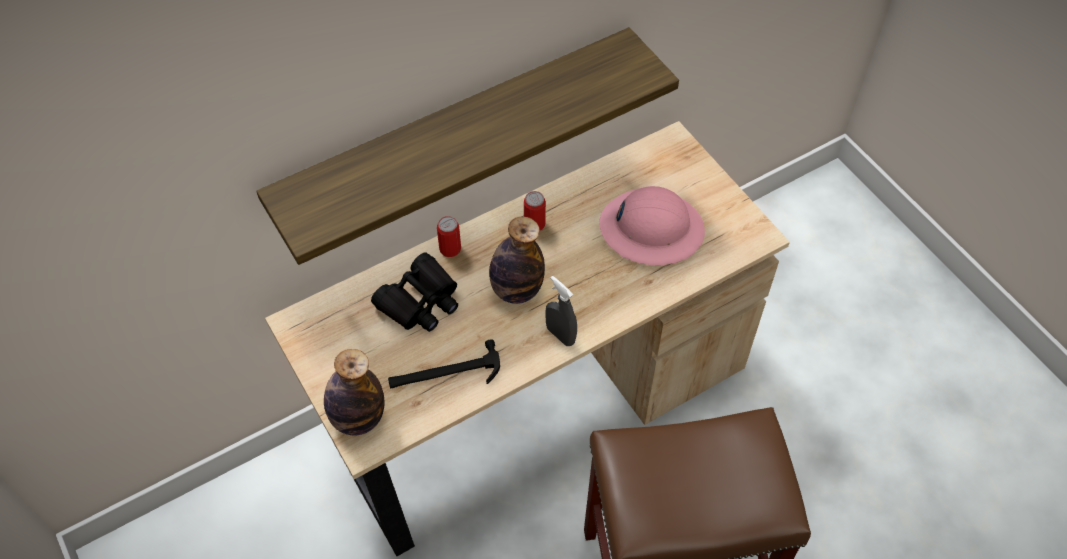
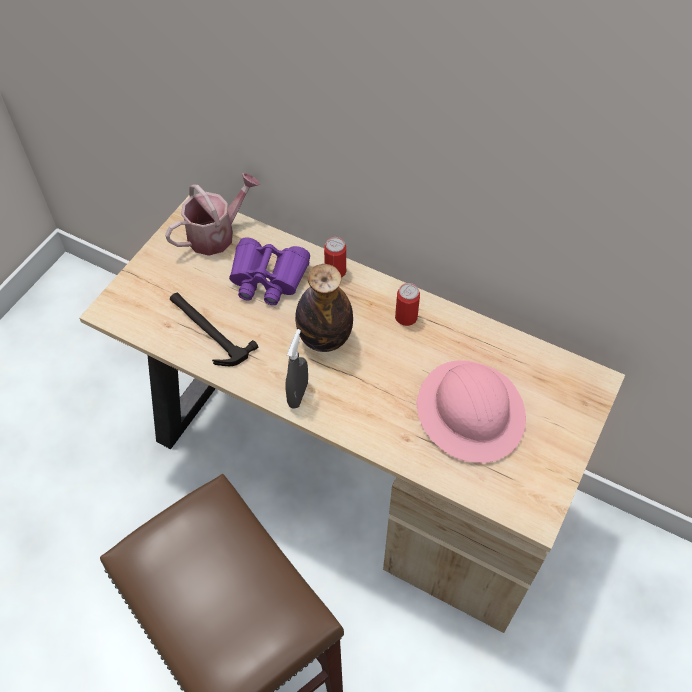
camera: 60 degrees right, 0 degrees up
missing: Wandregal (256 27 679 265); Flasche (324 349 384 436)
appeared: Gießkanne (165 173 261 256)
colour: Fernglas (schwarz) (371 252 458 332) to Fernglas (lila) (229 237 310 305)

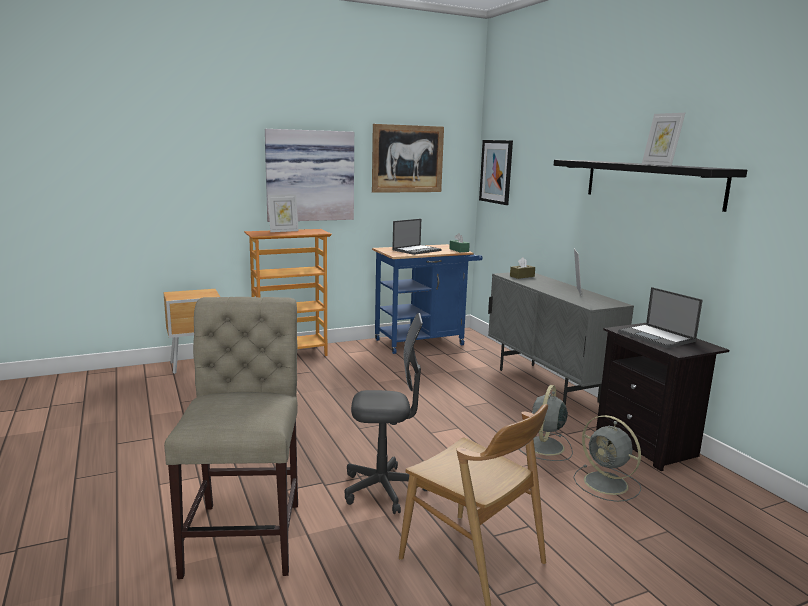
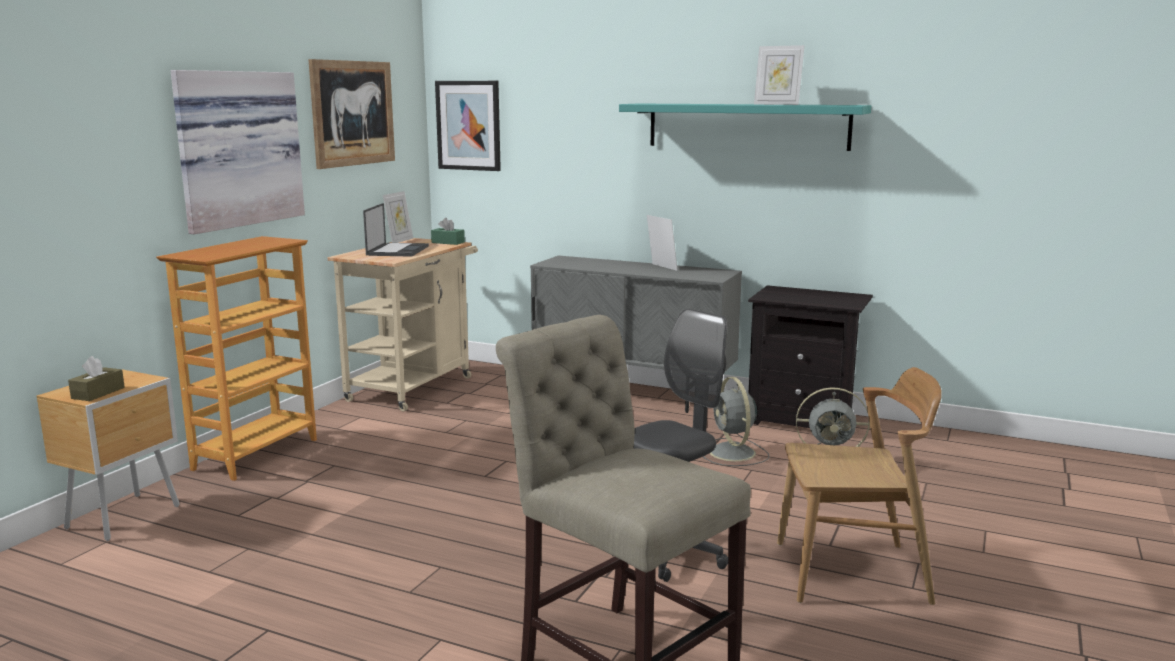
camera: 40 degrees left, 0 degrees up
missing: Laptop (618 287 702 348)
relocated: Bilderrahmen (268 195 299 232) to (383 191 413 243); Taschentuchbox (braun) (510 257 535 279) to (68 356 125 401)
colour: Wandregal (schwarz) (554 160 747 212) to Wandregal (türkis) (619 103 871 151); Rollwagen (blau) (372 244 483 354) to Rollwagen (beige) (327 238 478 411)

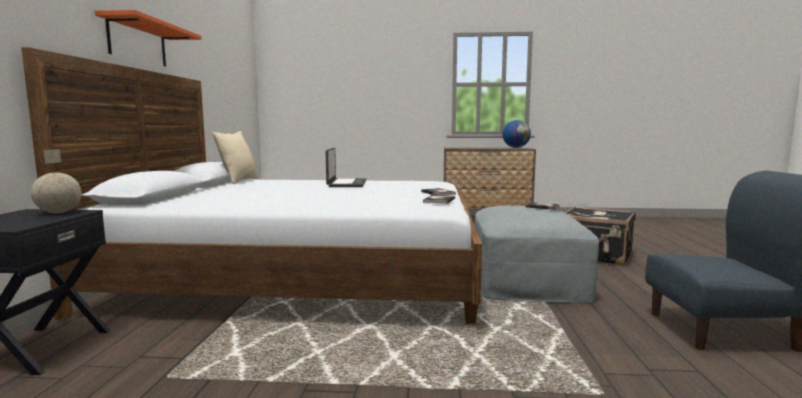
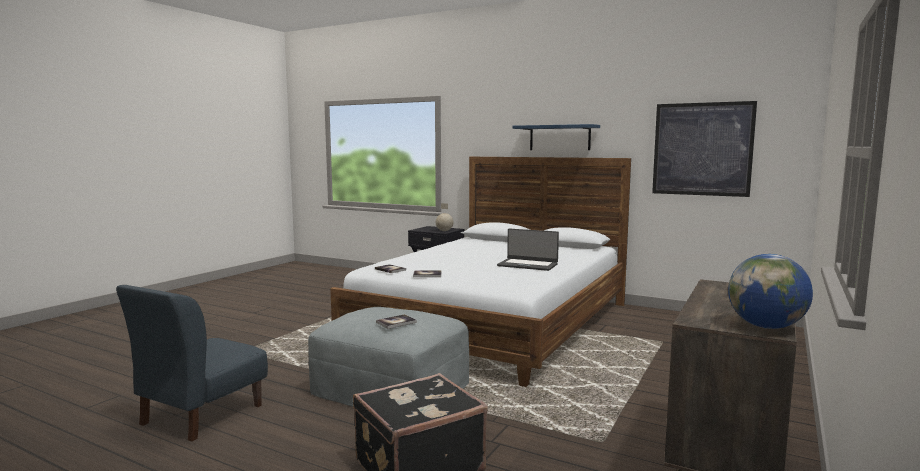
camera: 115 degrees right, 0 degrees up
missing: Kissen (beige) (212 131 259 184)
appeared: Bild (652 101 757 197)
colour: Wandregal (orange) (95 10 202 66) to Wandregal (blau) (512 124 600 150)

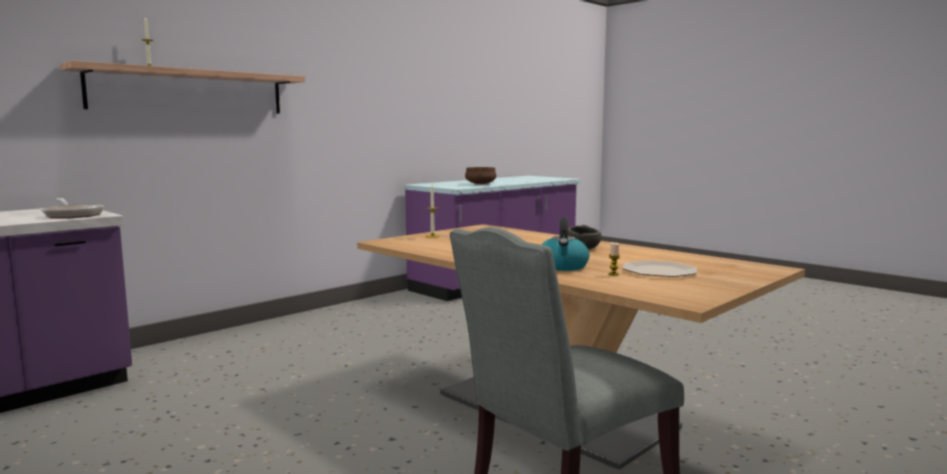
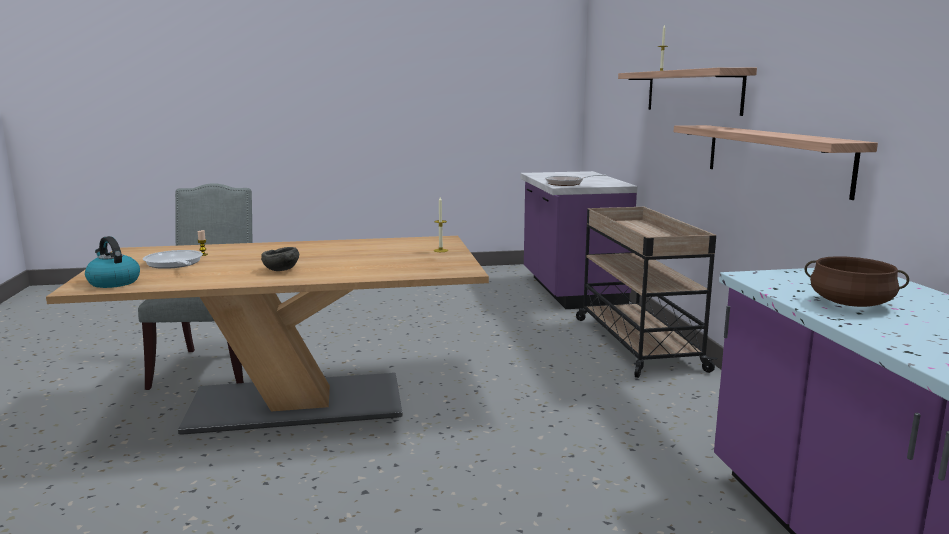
camera: 125 degrees right, 5 degrees up
appeared: Wandregal (674 125 878 200); Rollwagen (beige) (576 207 718 378)
relocated: Wasserkessel (542 218 590 271) to (85 236 140 288)
exchanged: Teller (622 260 697 277) to Pfanne (143 250 203 269)

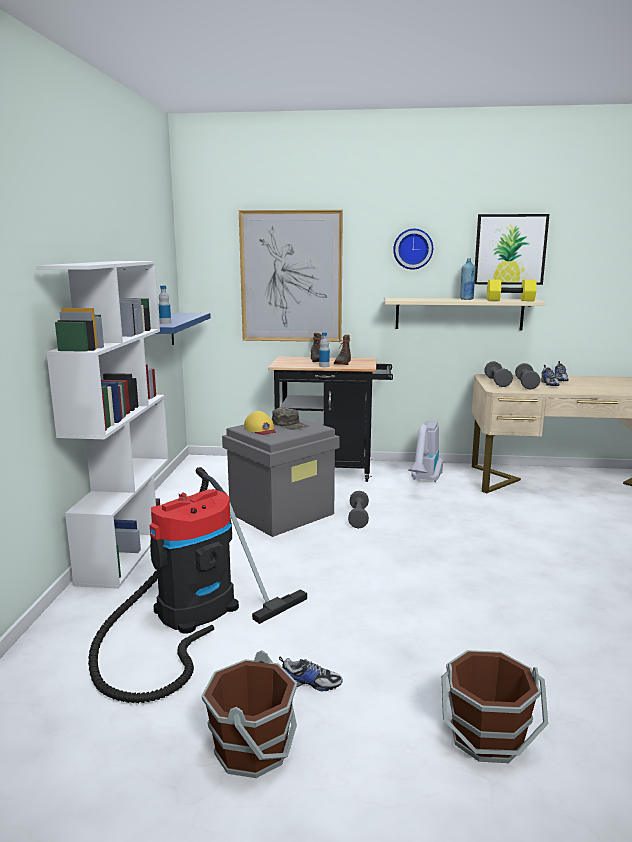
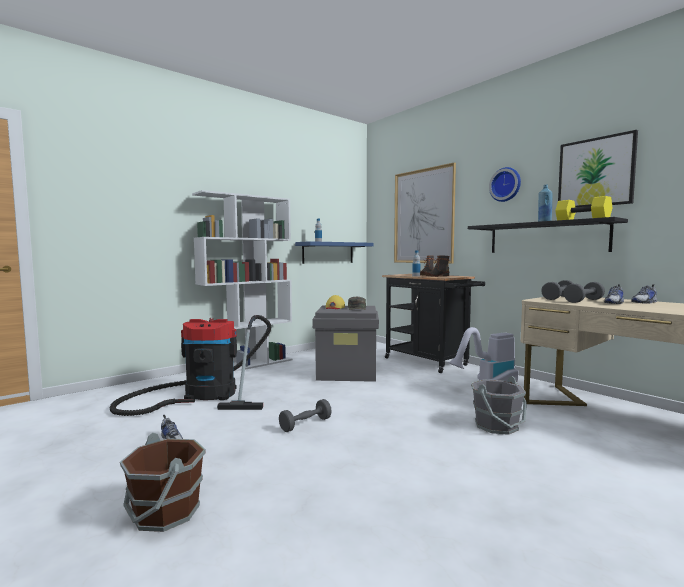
camera: 45 degrees right, 10 degrees down
missing: Eimer (braun) (201 650 297 778)
appeared: Eimer (grau) (471 376 527 435)
relocated: Hantel (grau) (348 491 369 528) to (279 399 332 432)
colour: Wandregal (beige) (385 298 546 330) to Wandregal (schwarz) (468 217 628 253)

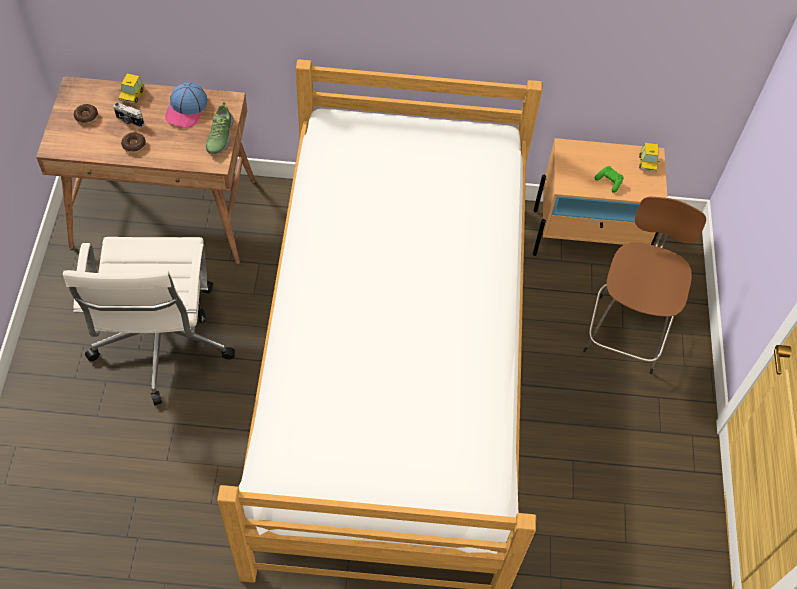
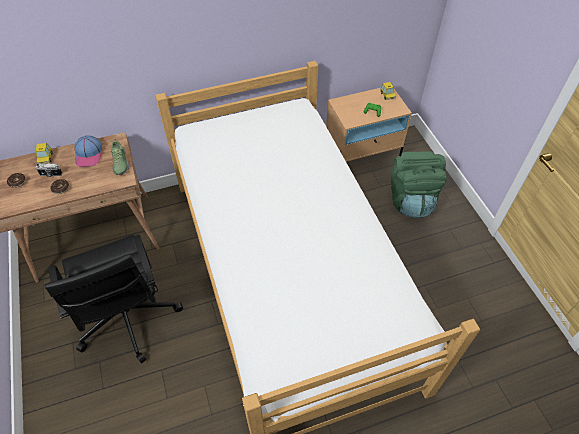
camera: 20 degrees left, 5 degrees down
exchanged: Hocker (braun) (583 197 706 374) to Rucksack (grün) (391 151 447 218)
colour: Bürostuhl (weiß) (63 237 235 405) to Bürostuhl (schwarz) (45 235 183 364)

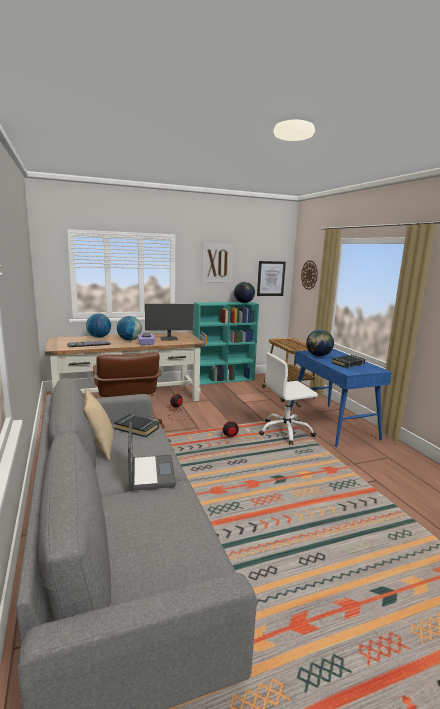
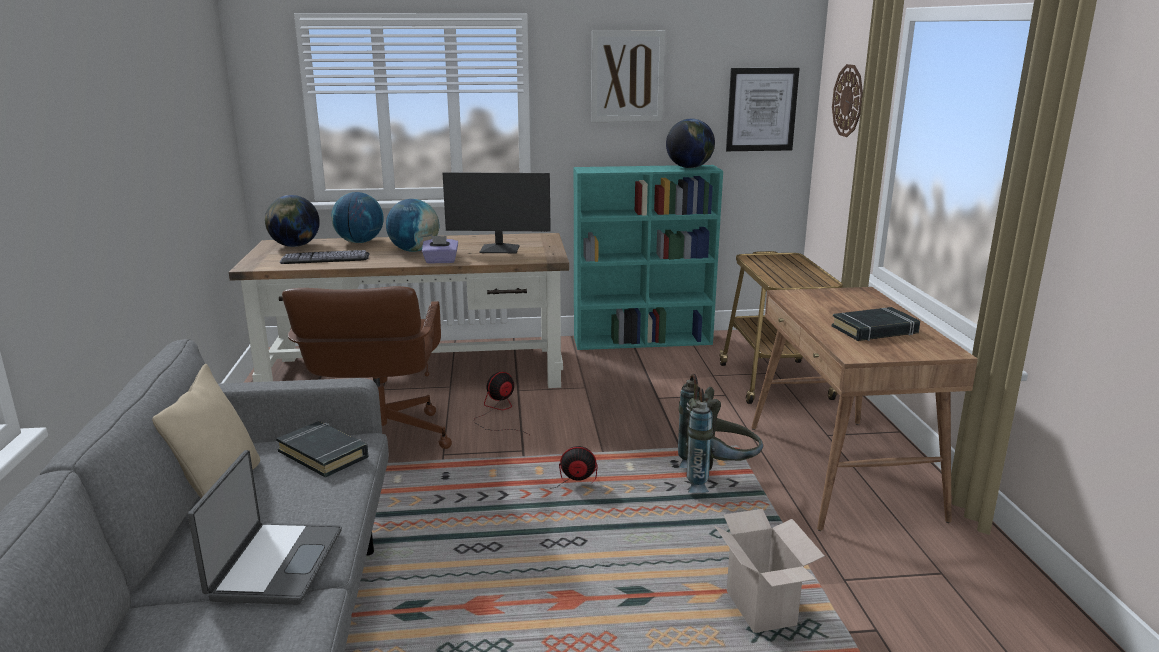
camera: 15 degrees right, 5 degrees up
appeared: Karton (715 509 825 633)
relocated: Globus (306 330 334 357) to (265 195 320 247)
exchanged: Bürostuhl (weiß) (259 352 318 445) to Rucksack (grau) (678 374 763 493)
colour: Schreibtisch (blau) (290 349 392 447) to Schreibtisch (braun) (751 287 978 531)

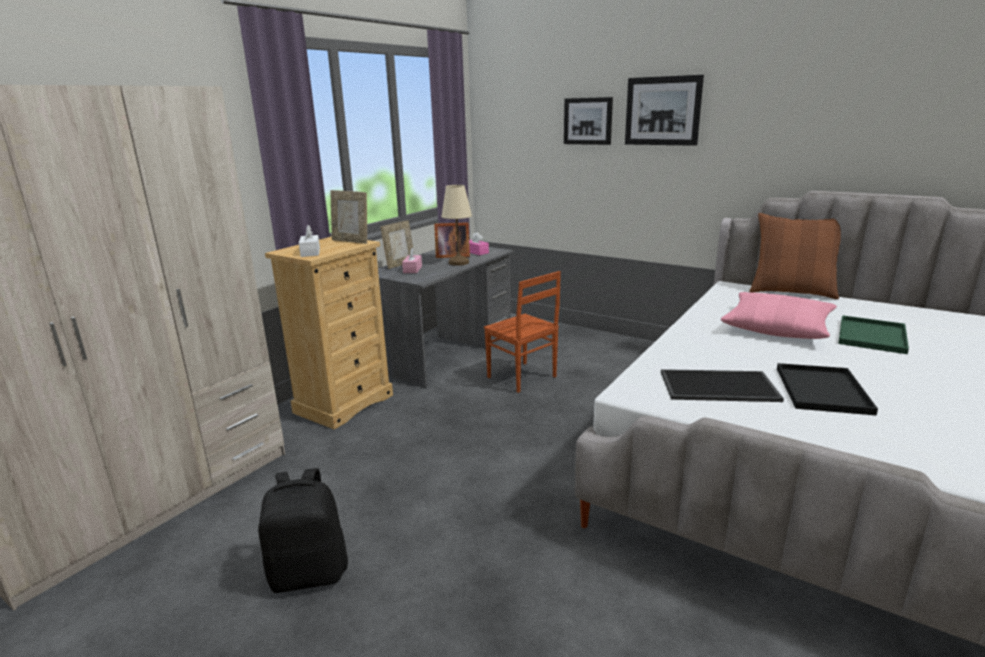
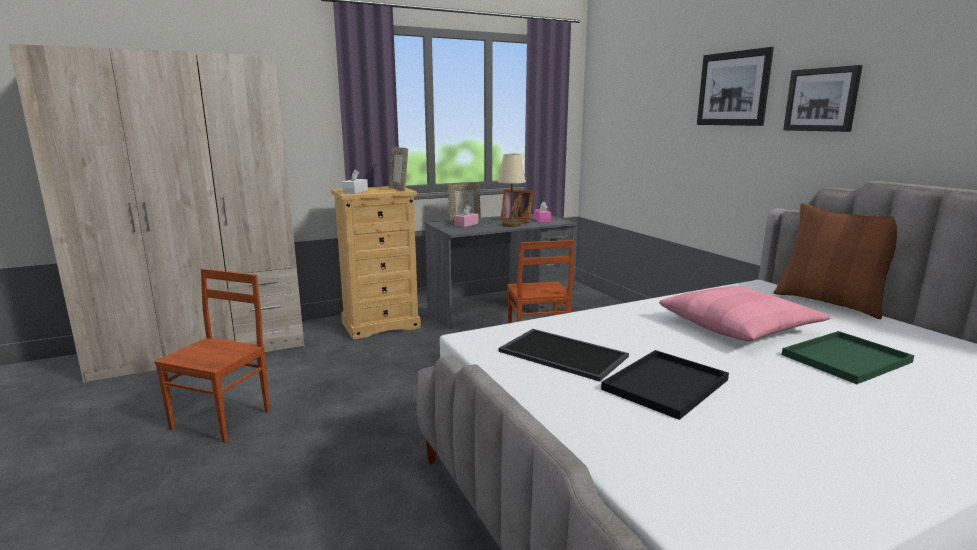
camera: 30 degrees right, 5 degrees down
relocated: Bild (564 97 613 145) to (783 65 863 132)
exchanged: Rucksack (schwarz) (258 468 348 593) to Stuhl (braun) (154 269 270 442)

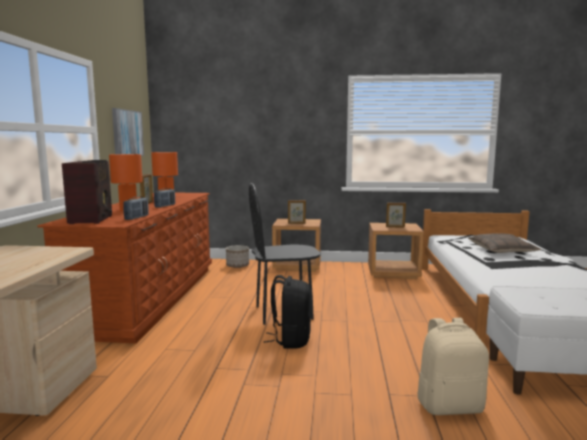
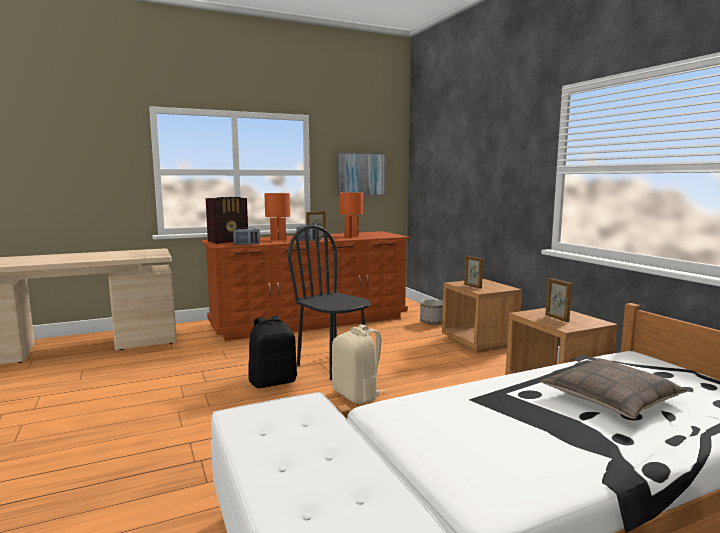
camera: 60 degrees right, 0 degrees up
relocated: Rucksack (beige) (417 318 489 415) to (332 325 387 404)

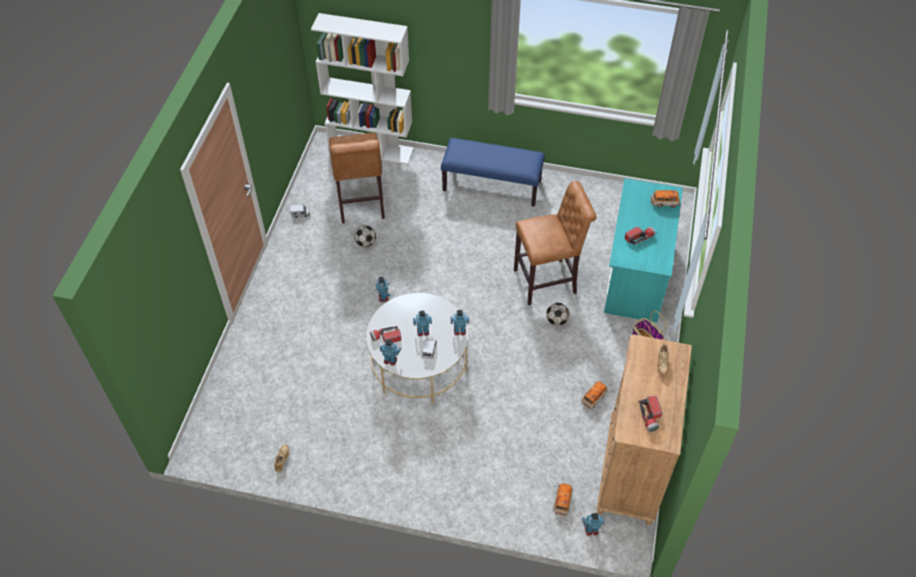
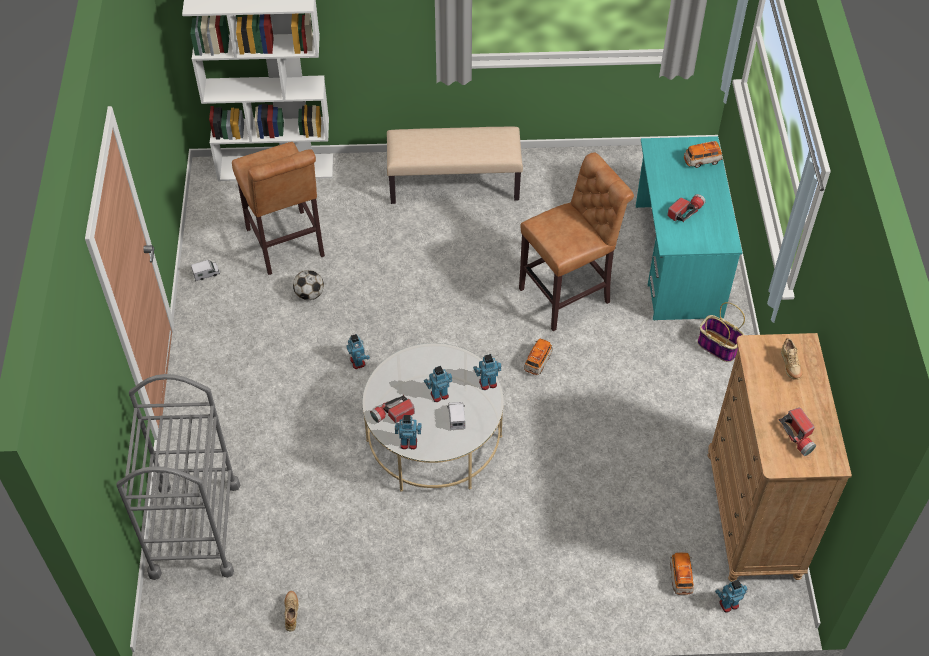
camera: 15 degrees left, 0 degrees up
missing: Fußball (546 303 570 326)
appeared: Rollwagen (grau) (116 374 240 580)
relocated: Spielzeugauto (581 381 607 409) to (524 339 553 375)
colour: Bank (blau) (441 138 545 207) to Bank (beige) (387 127 523 204)

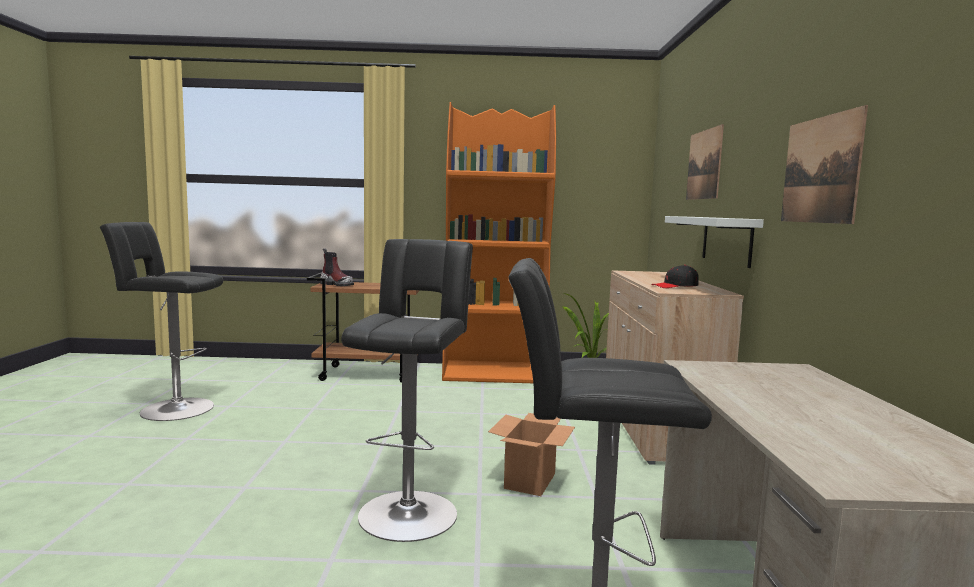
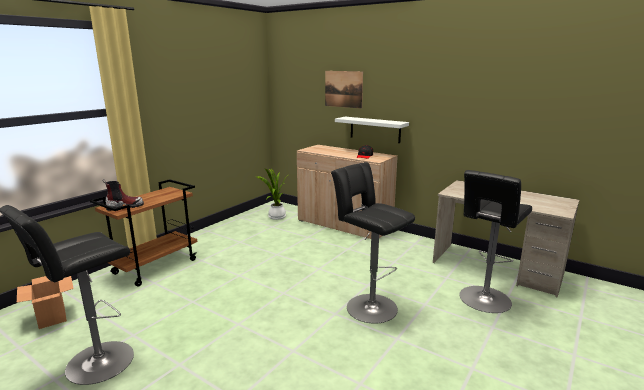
camera: 55 degrees left, 10 degrees up
missing: Bücherregal (orange) (442 102 556 383); Bild (781 105 868 224)
relocated: Karton (488 413 575 496) to (17 276 74 329)

